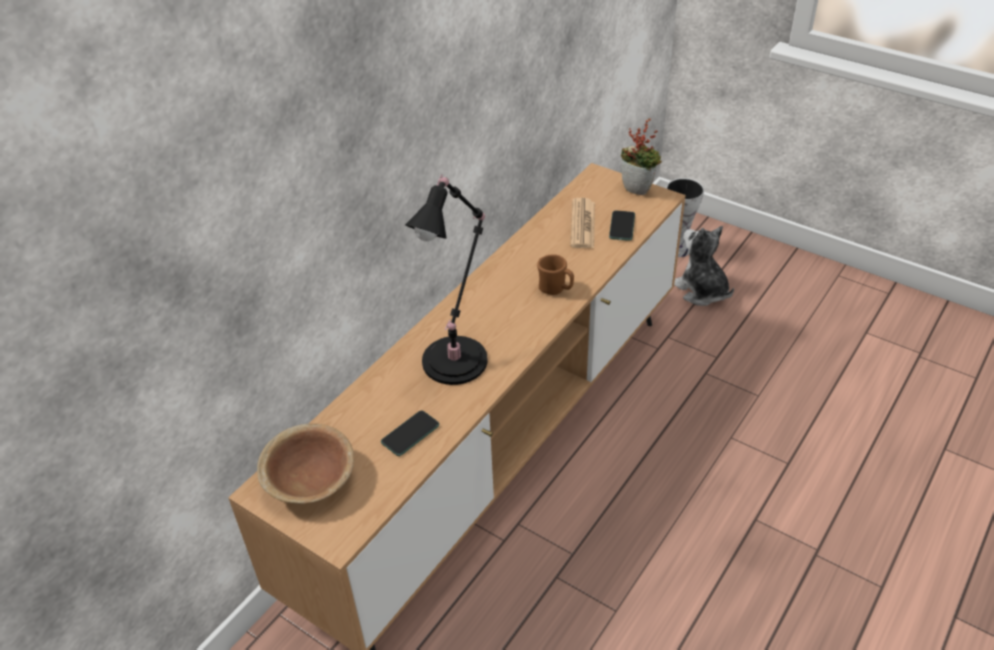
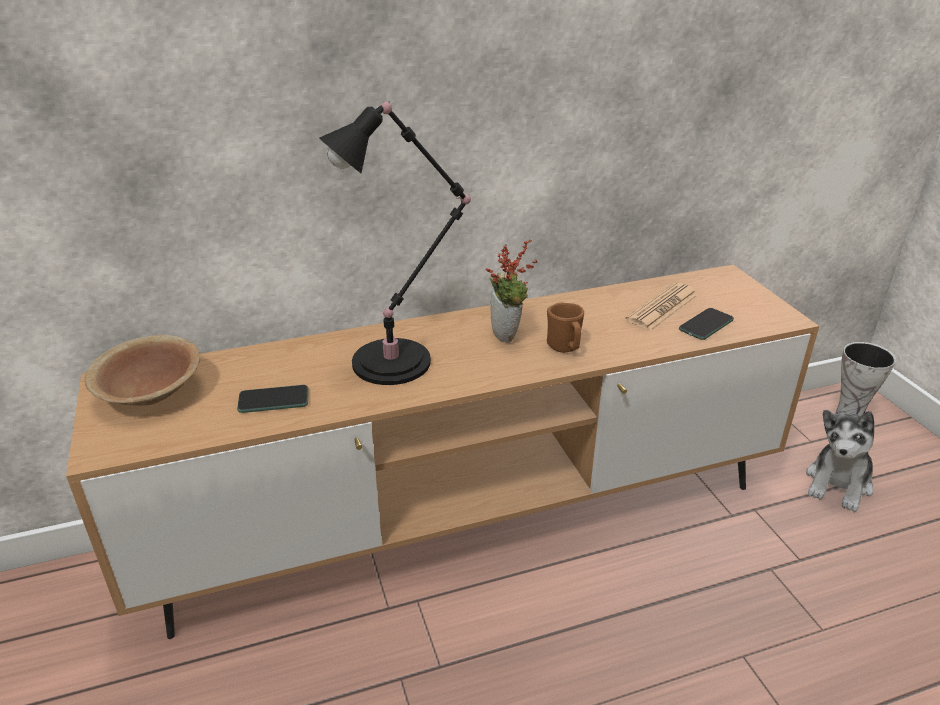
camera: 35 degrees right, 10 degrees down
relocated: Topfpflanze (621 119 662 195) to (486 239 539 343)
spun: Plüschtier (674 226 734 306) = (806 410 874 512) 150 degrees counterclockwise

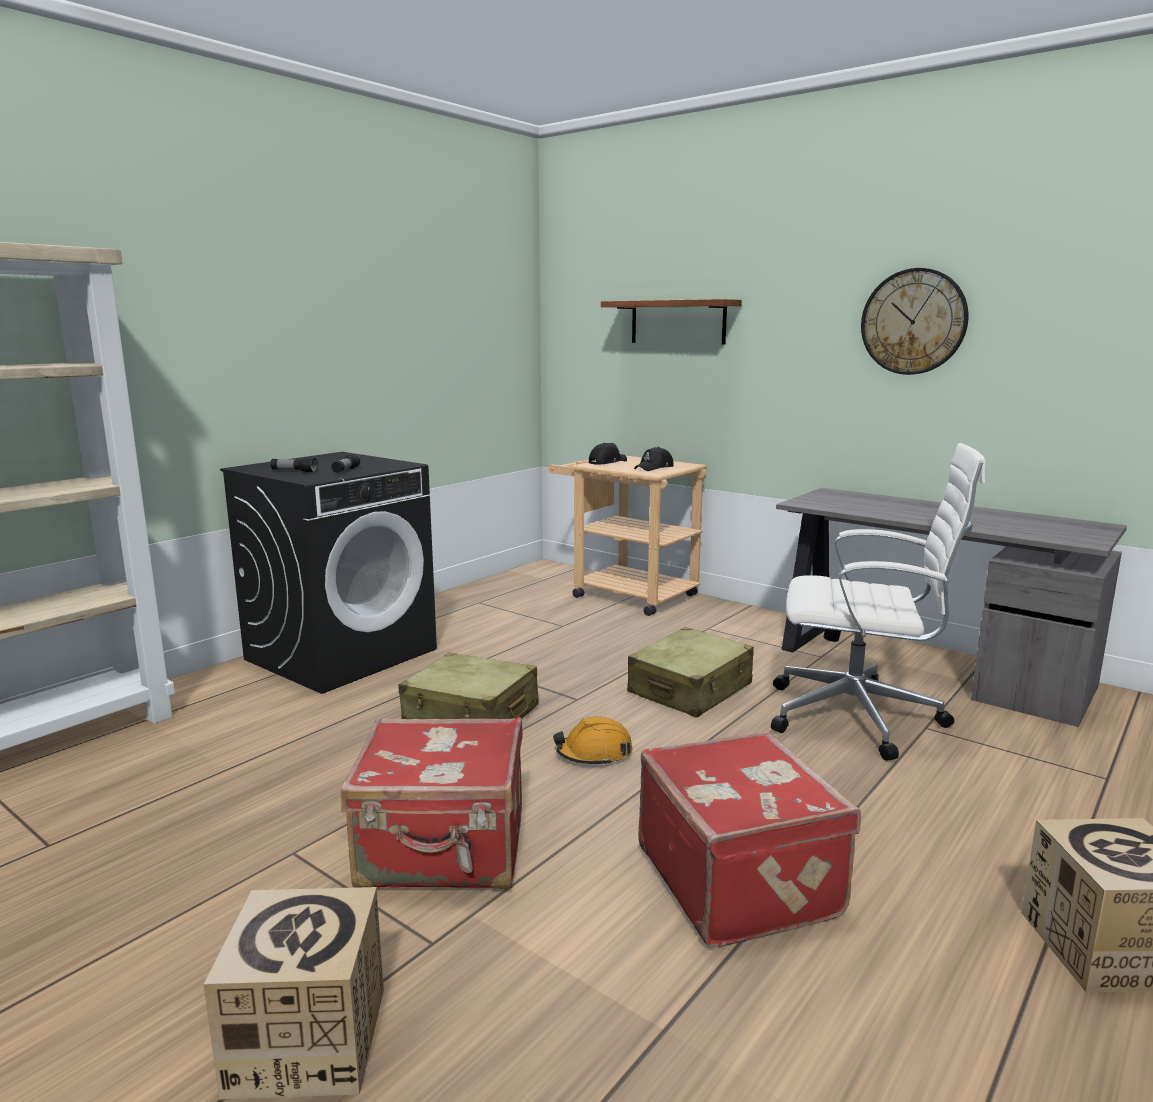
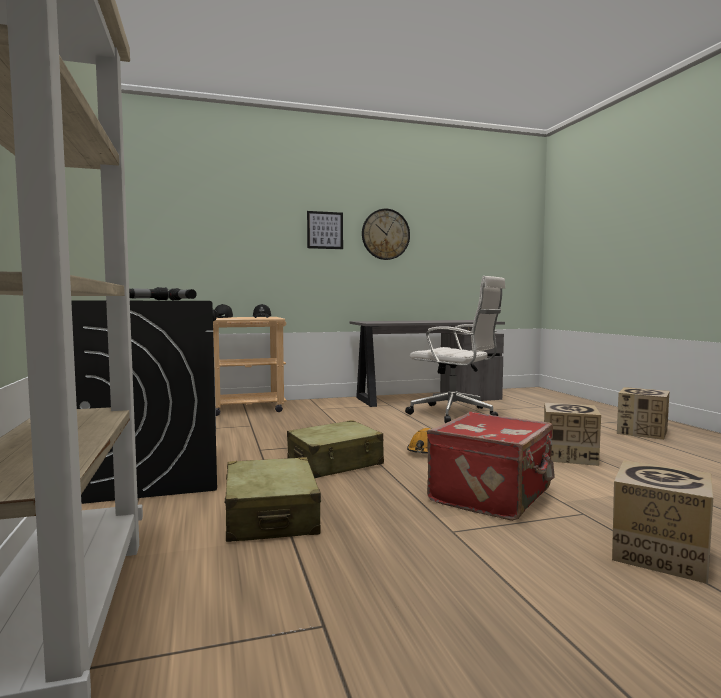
camera: 55 degrees left, 10 degrees down
missing: Wandregal (601 299 742 344)
appeared: Bild (307 211 343 249)
relocated: Koffer (beige) (627 627 754 718) to (224 457 321 542)
exchanged: Koffer (rot) (638 731 861 948) to Karton (544 403 601 466)
spun: Bürostuhl (weiß) (771 443 985 761) = (405 276 506 423) 75 degrees clockwise

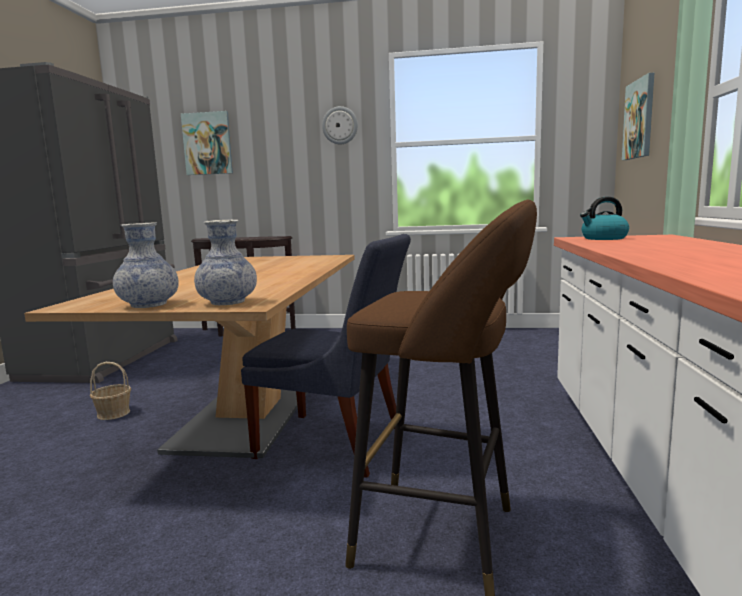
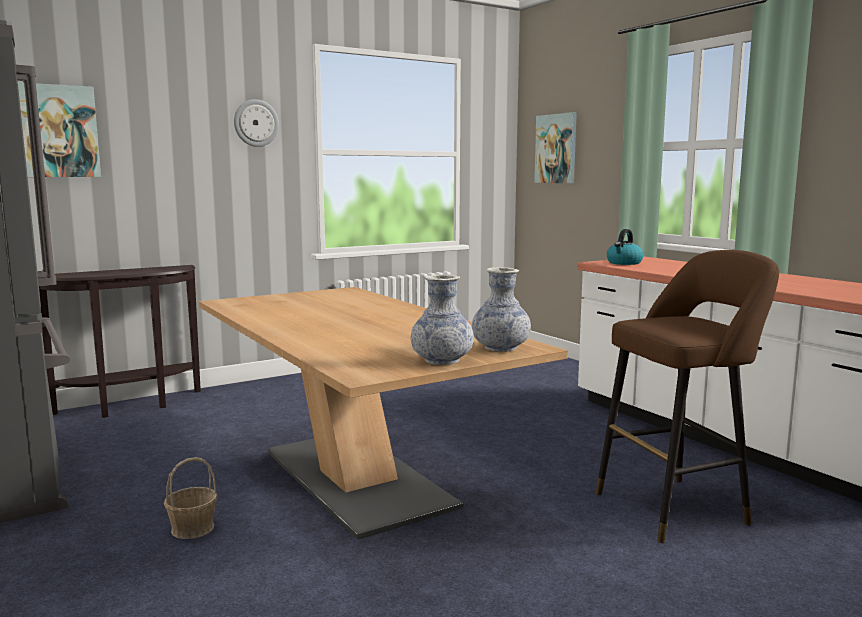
camera: 40 degrees left, 0 degrees up
missing: Stuhl (blau) (241 234 411 478)

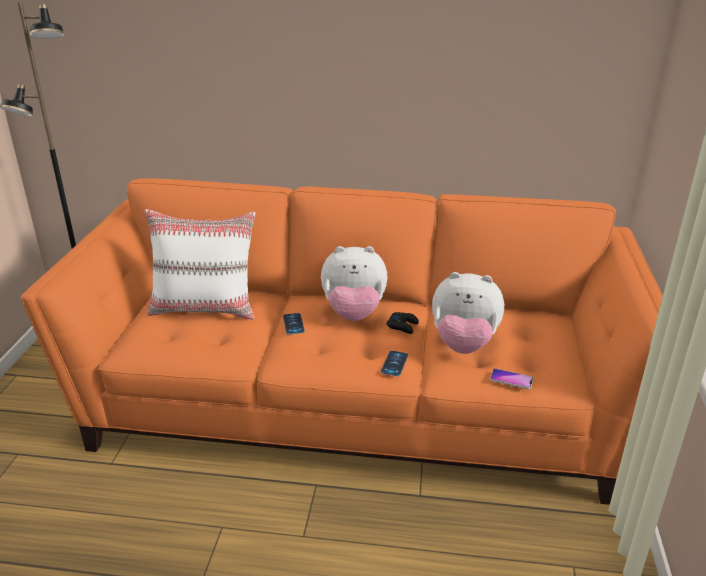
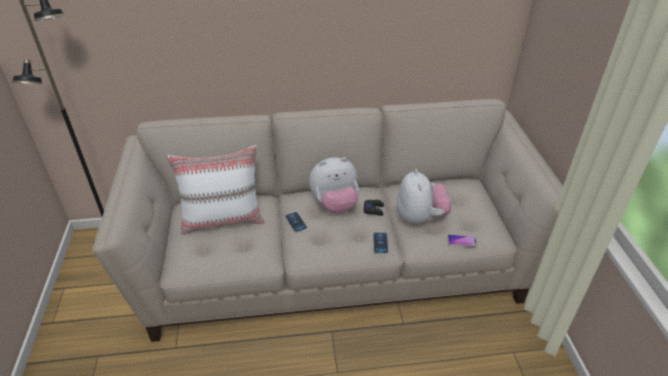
camera: 15 degrees left, 10 degrees up
colour: Sofa (orange) (21 178 663 505) to Sofa (beige) (92 99 563 342)
spun: Plüschtier (432 272 504 354) = (397 169 451 225) 90 degrees counterclockwise

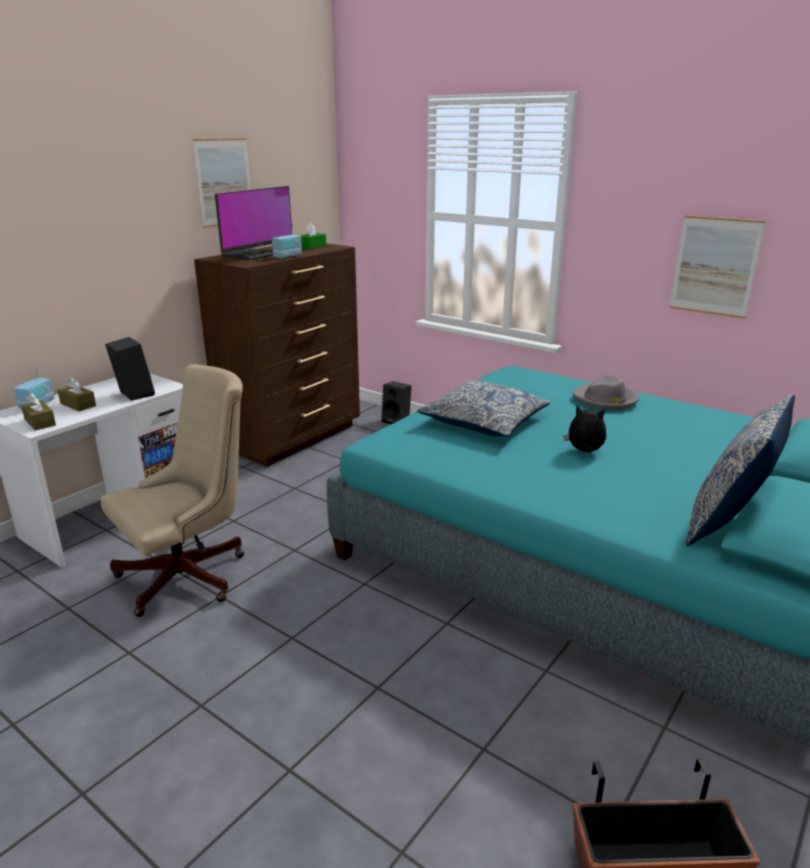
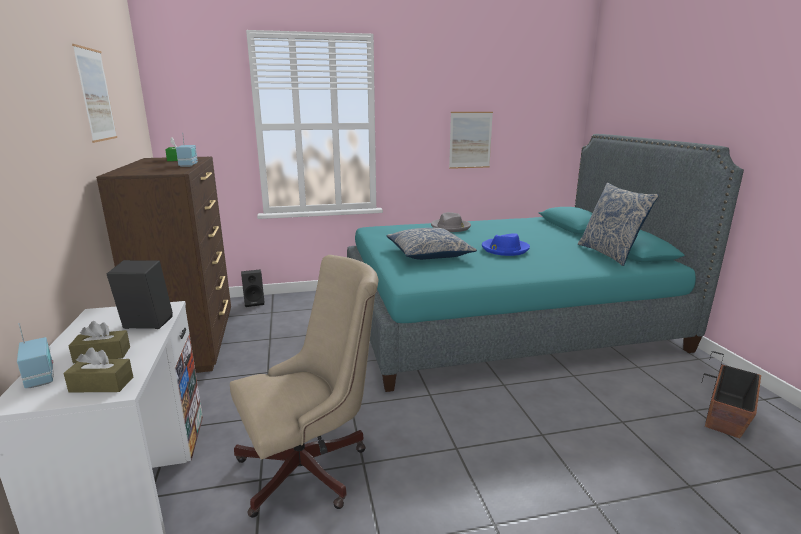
camera: 50 degrees left, 5 degrees down
missing: Monitor (215 186 292 260)
exchanged: Plüschtier (563 406 606 453) to Hut (blau) (482 233 530 256)
spun: Bürostuhl (beige) (100 364 244 617) = (230 255 378 518) 60 degrees clockwise

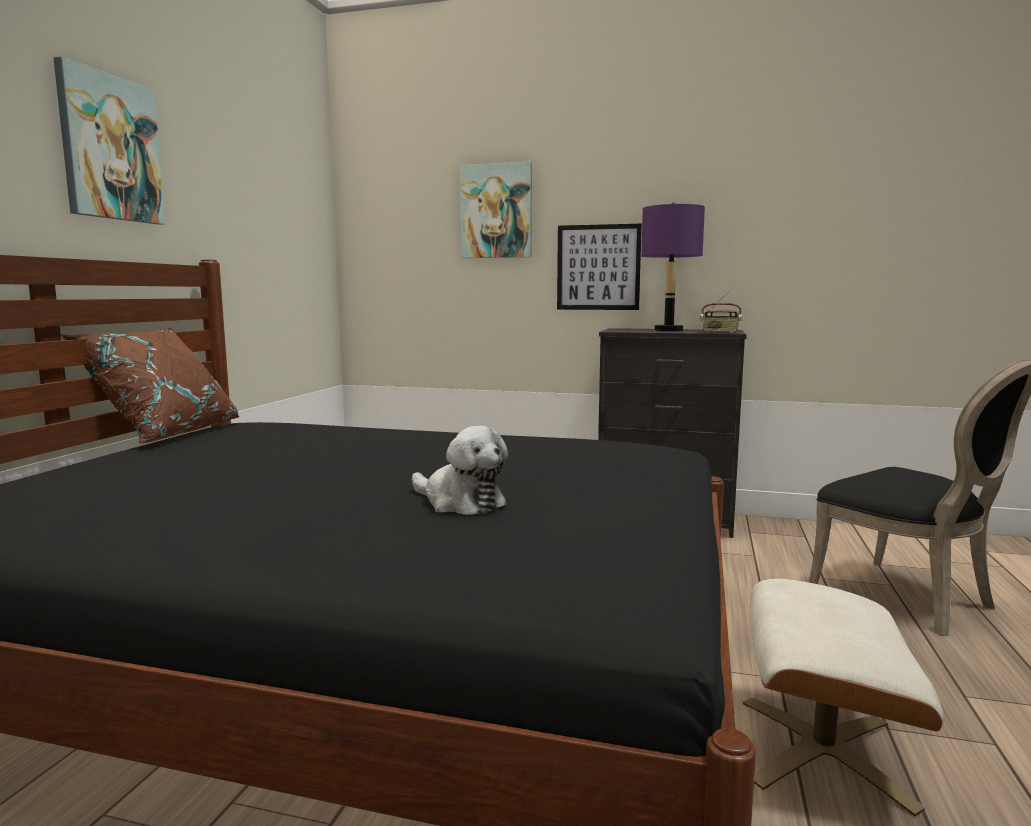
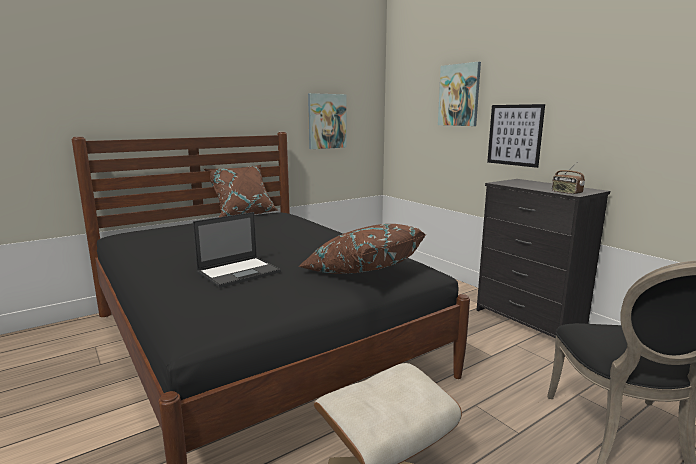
camera: 40 degrees right, 5 degrees up
missing: Tischlampe (lila) (641 203 705 331)
appeared: Kissen (braun) (298 224 426 274)
relocated: Bild (53 56 166 225) to (308 93 346 149)
exchanged: Plüschtier (412 426 508 515) to Laptop (193 212 281 288)

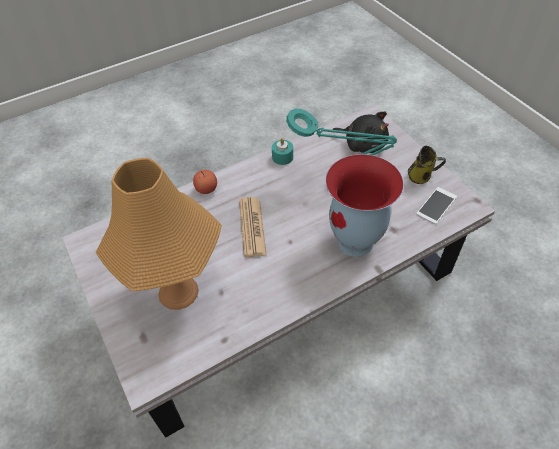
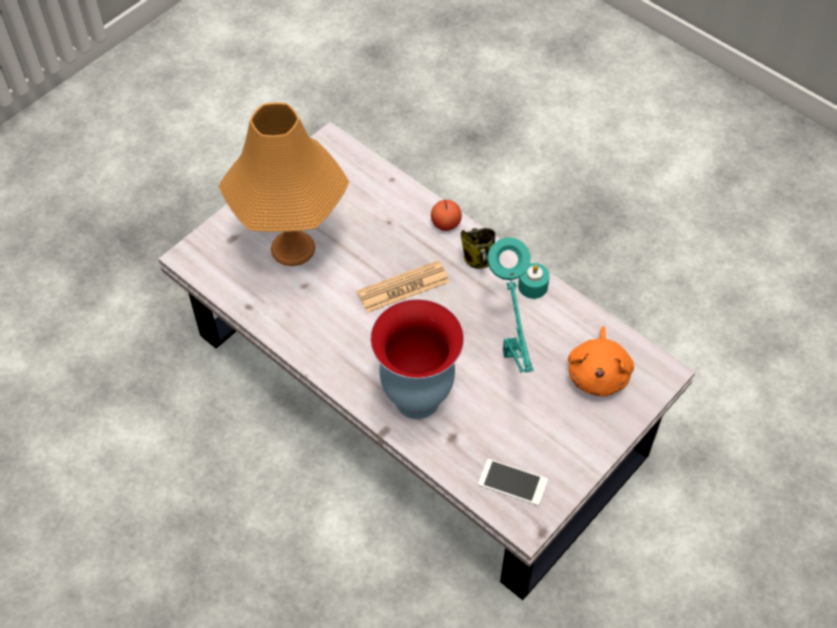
camera: 70 degrees right, 5 degrees up
relocated: Henkelbecher (408 146 446 184) to (461 228 496 269)
colour: Plüschtier (schwarz) (332 112 389 153) to Plüschtier (orange) (568 326 634 396)

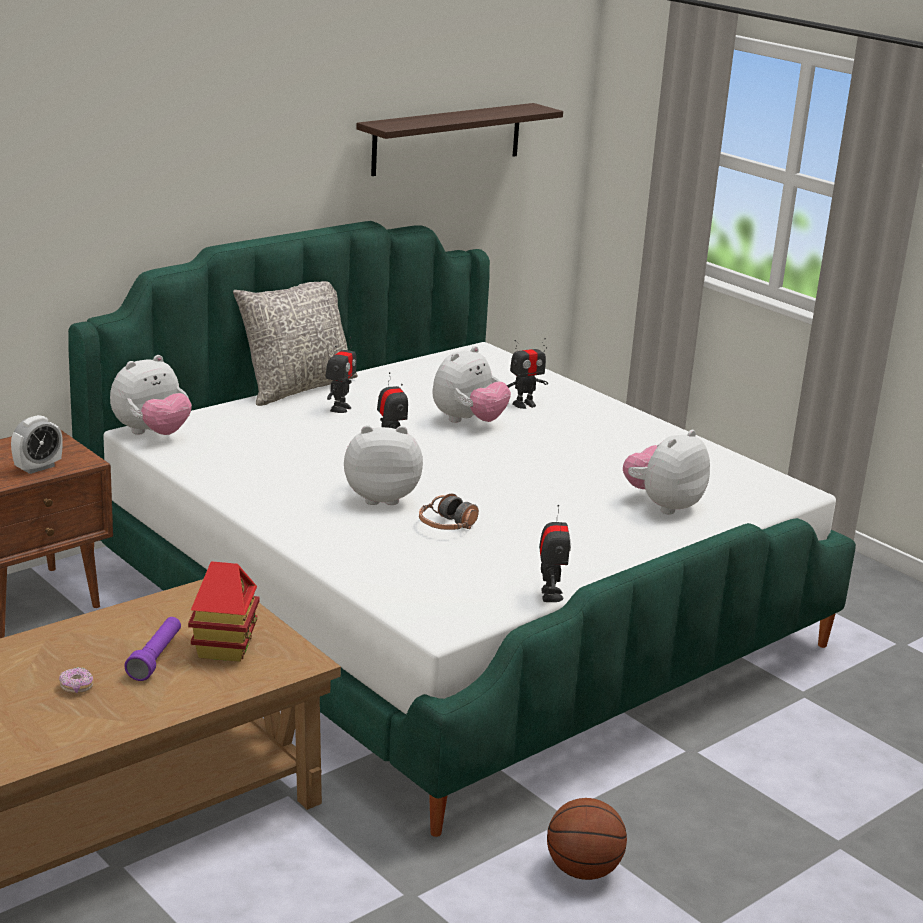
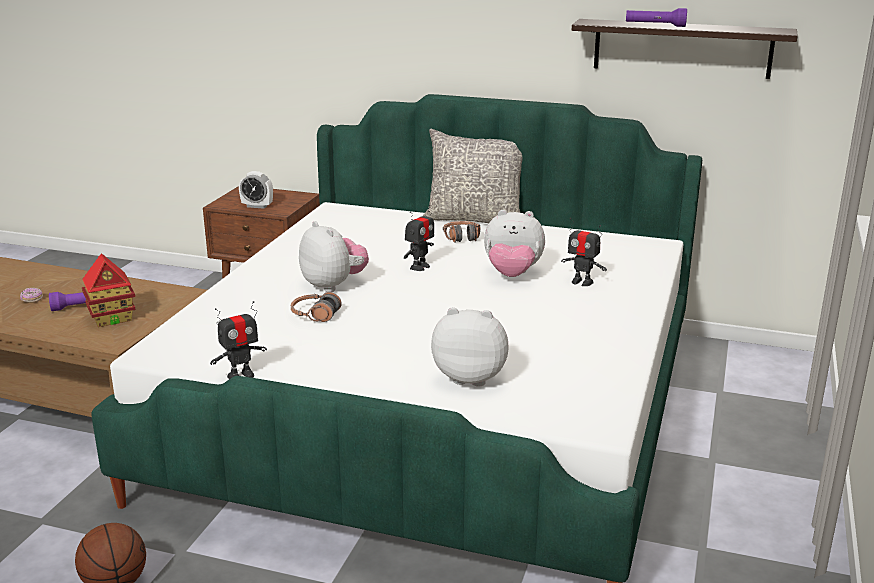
camera: 60 degrees right, 0 degrees up
missing: Plüschtier (110 355 192 435)
appeared: Taschenlampe (lila) (626 8 687 27)
exchanged: Spielzeugroboter (325 337 356 413) to Kopfhörer (443 221 481 243)

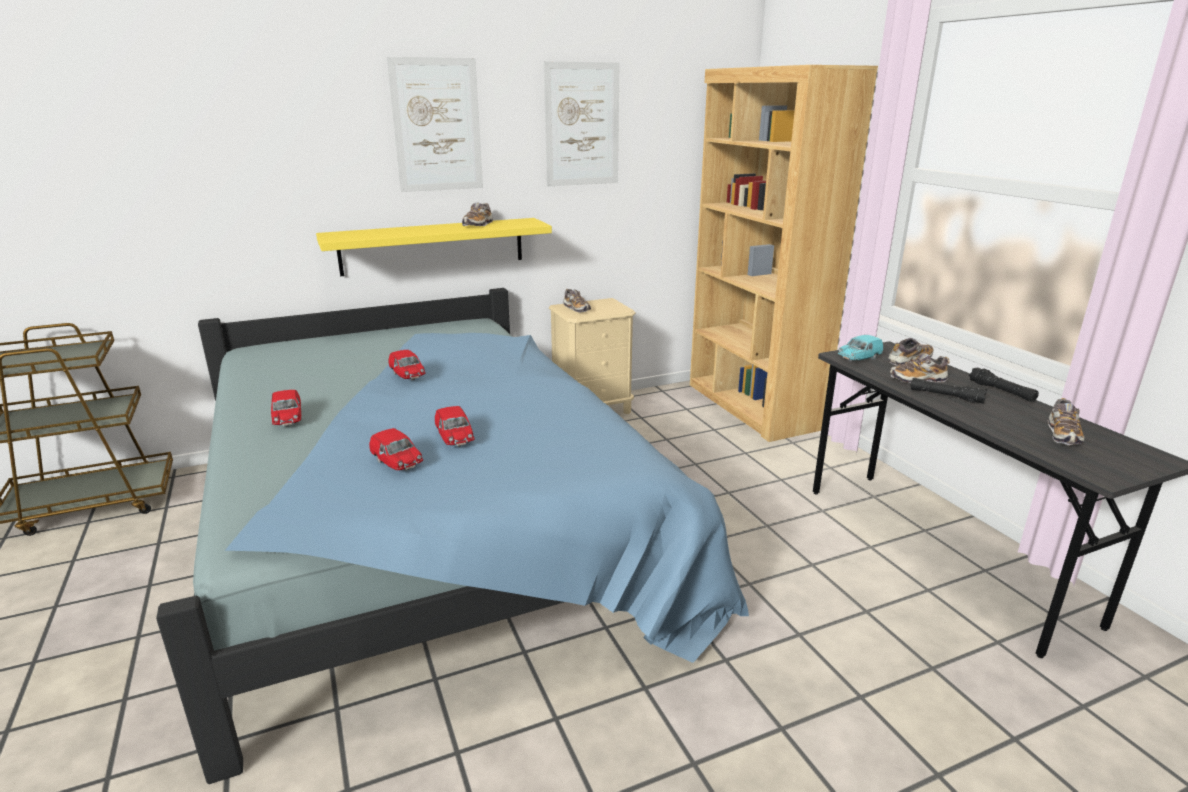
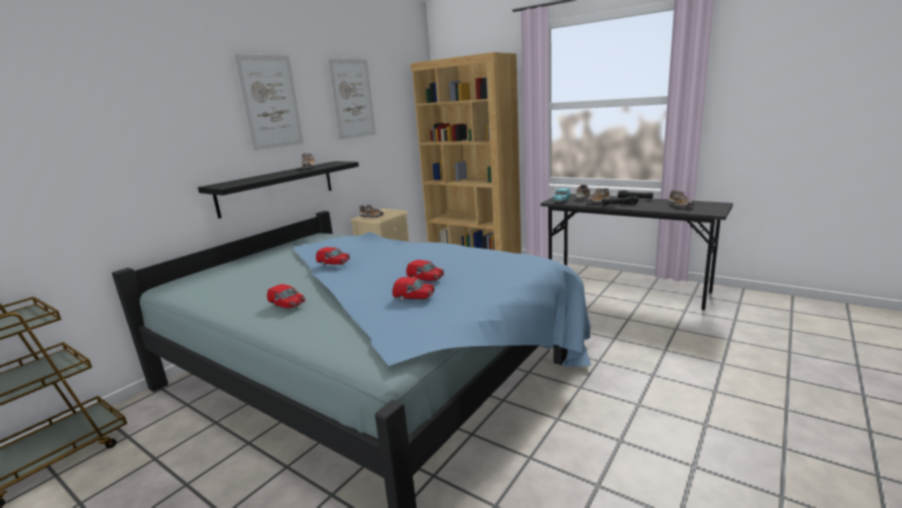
camera: 30 degrees left, 5 degrees down
colour: Wandregal (gelb) (316 218 552 276) to Wandregal (schwarz) (198 161 359 218)

